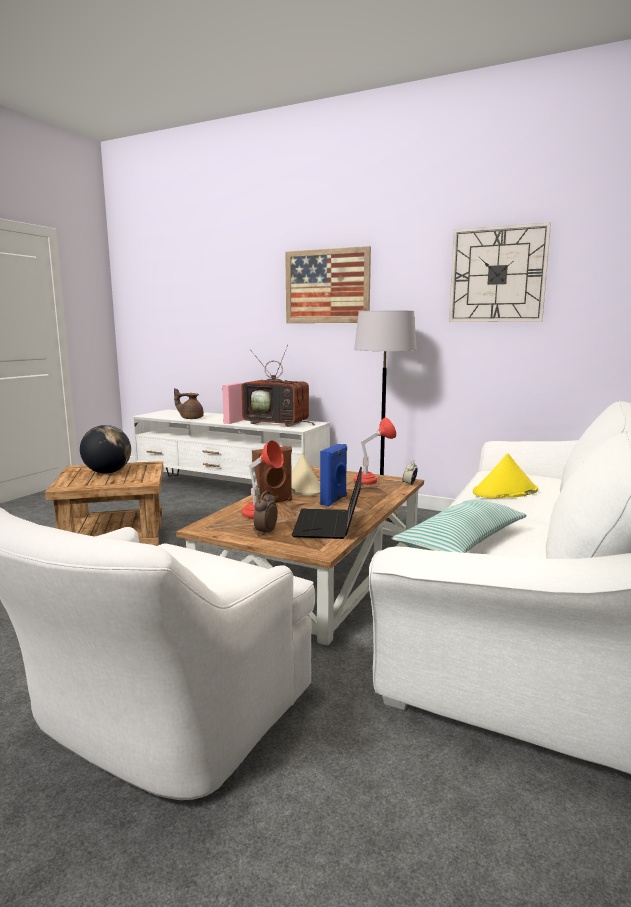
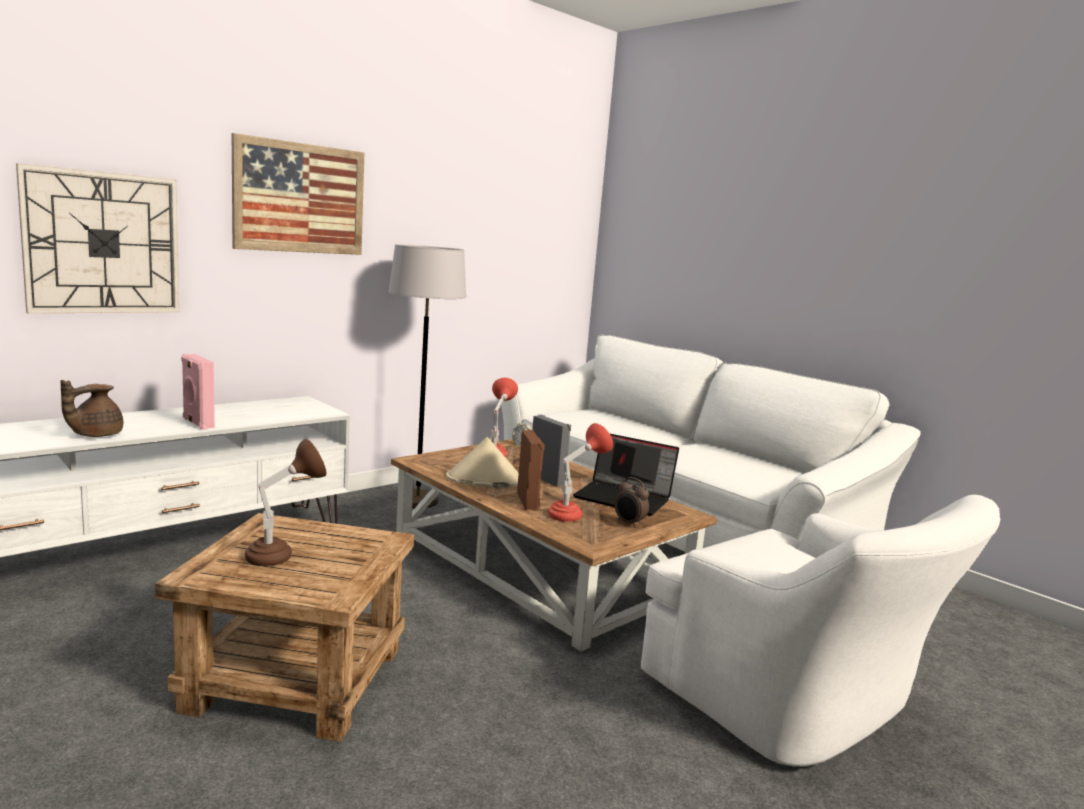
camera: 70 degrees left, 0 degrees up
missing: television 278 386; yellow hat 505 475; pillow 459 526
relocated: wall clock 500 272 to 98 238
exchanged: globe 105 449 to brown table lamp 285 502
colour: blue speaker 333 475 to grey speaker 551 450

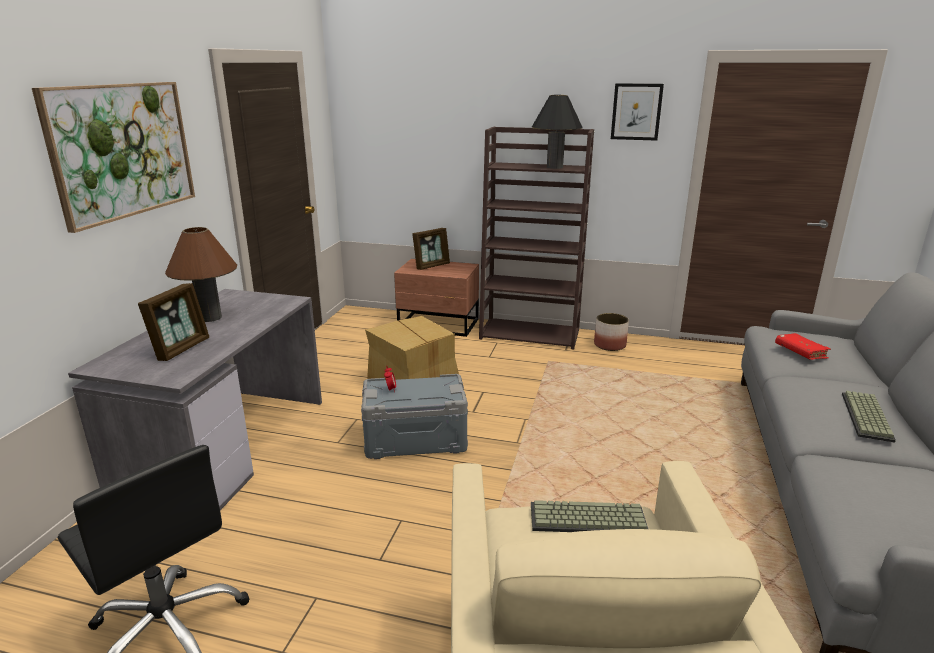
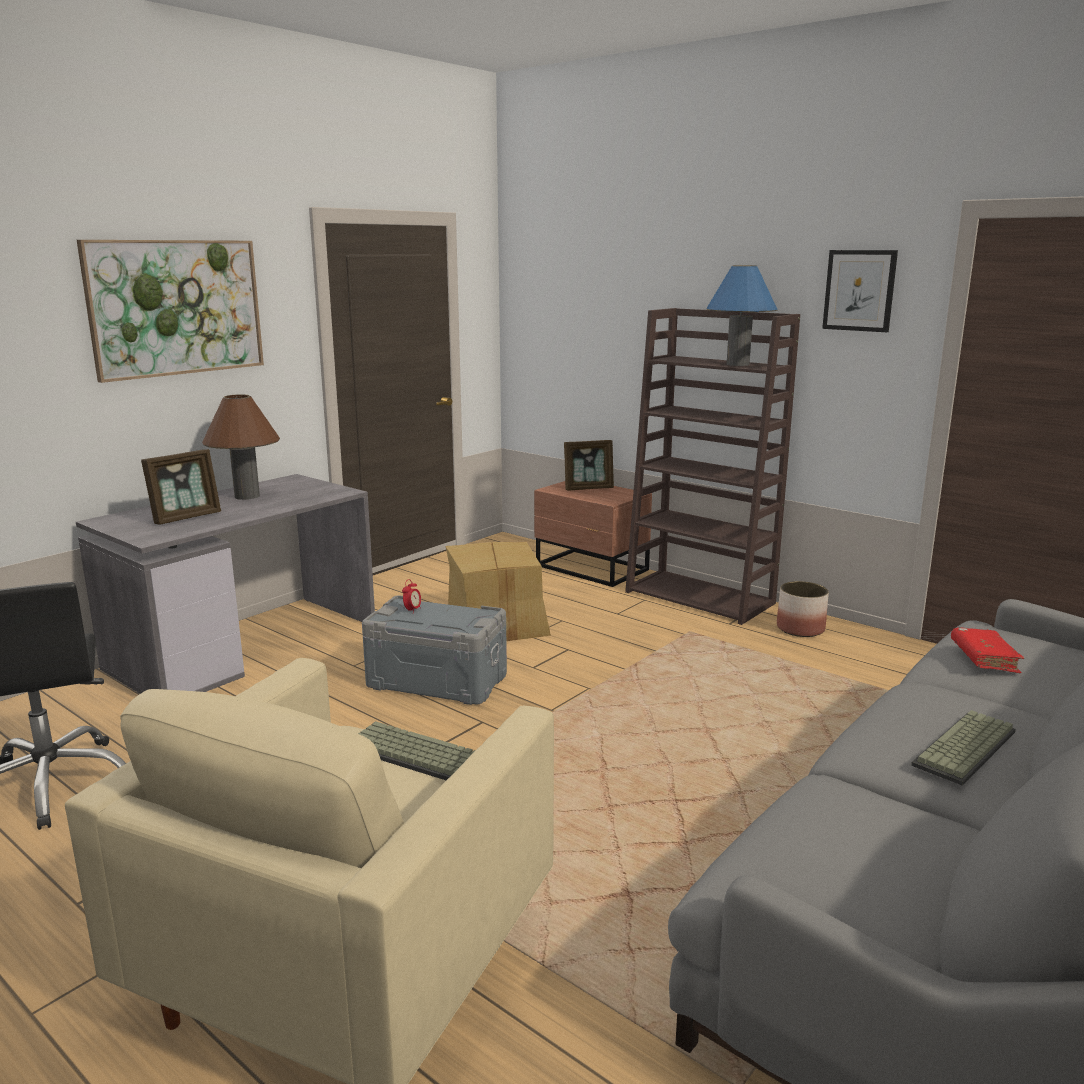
camera: 25 degrees right, 5 degrees down
colour: black table lamp 557 132 to blue table lamp 742 315

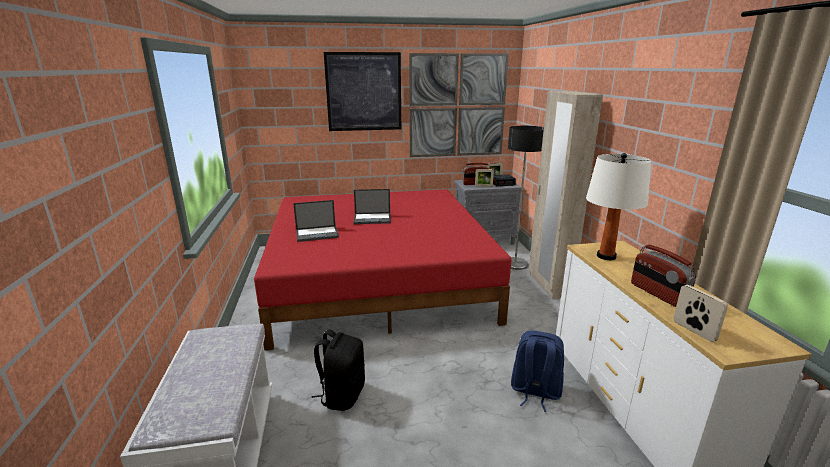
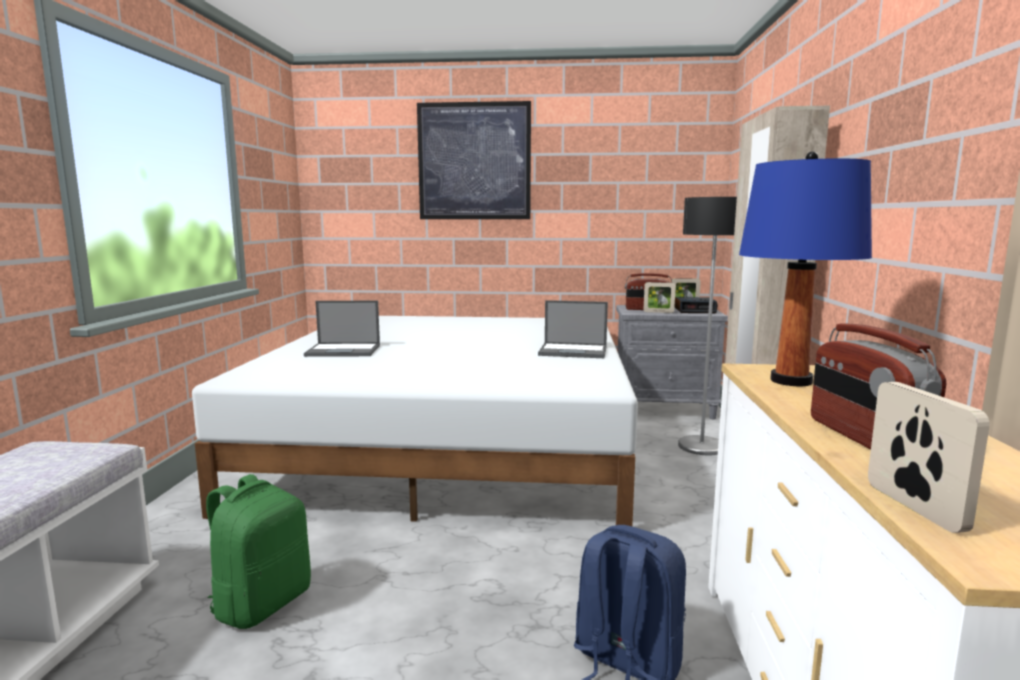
camera: 15 degrees right, 10 degrees down
missing: picture 459 105
relocated: laptop 372 206 to 573 329
colour: white table lamp 618 206 to blue table lamp 805 268; red bed 382 270 to white bed 415 421; black backpack 338 370 to green backpack 258 551

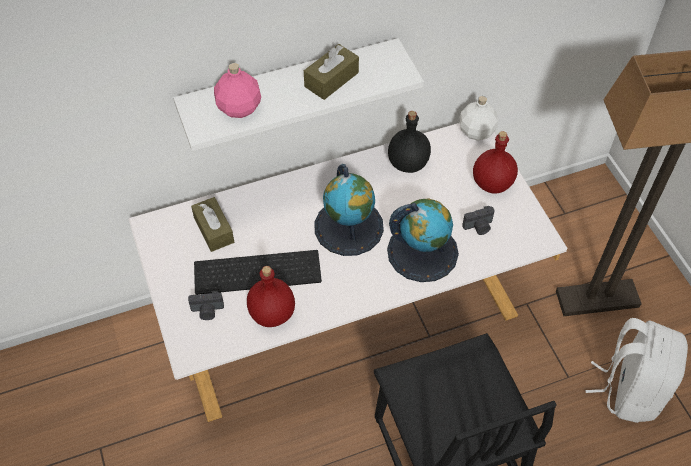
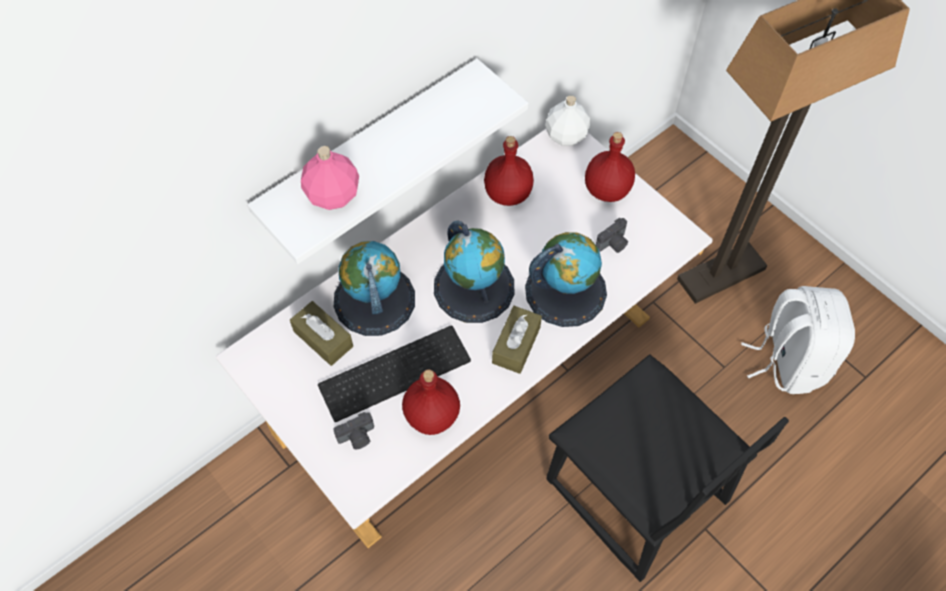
camera: 20 degrees left, 5 degrees up
appeared: globe 374 288
relocated: brown tissue box 331 72 to 517 340
colour: black bottle 409 142 to red bottle 509 171

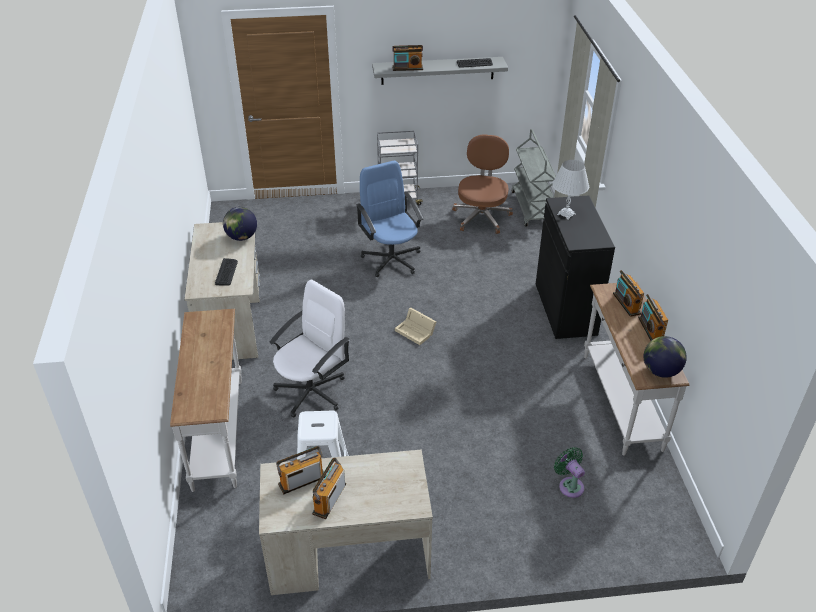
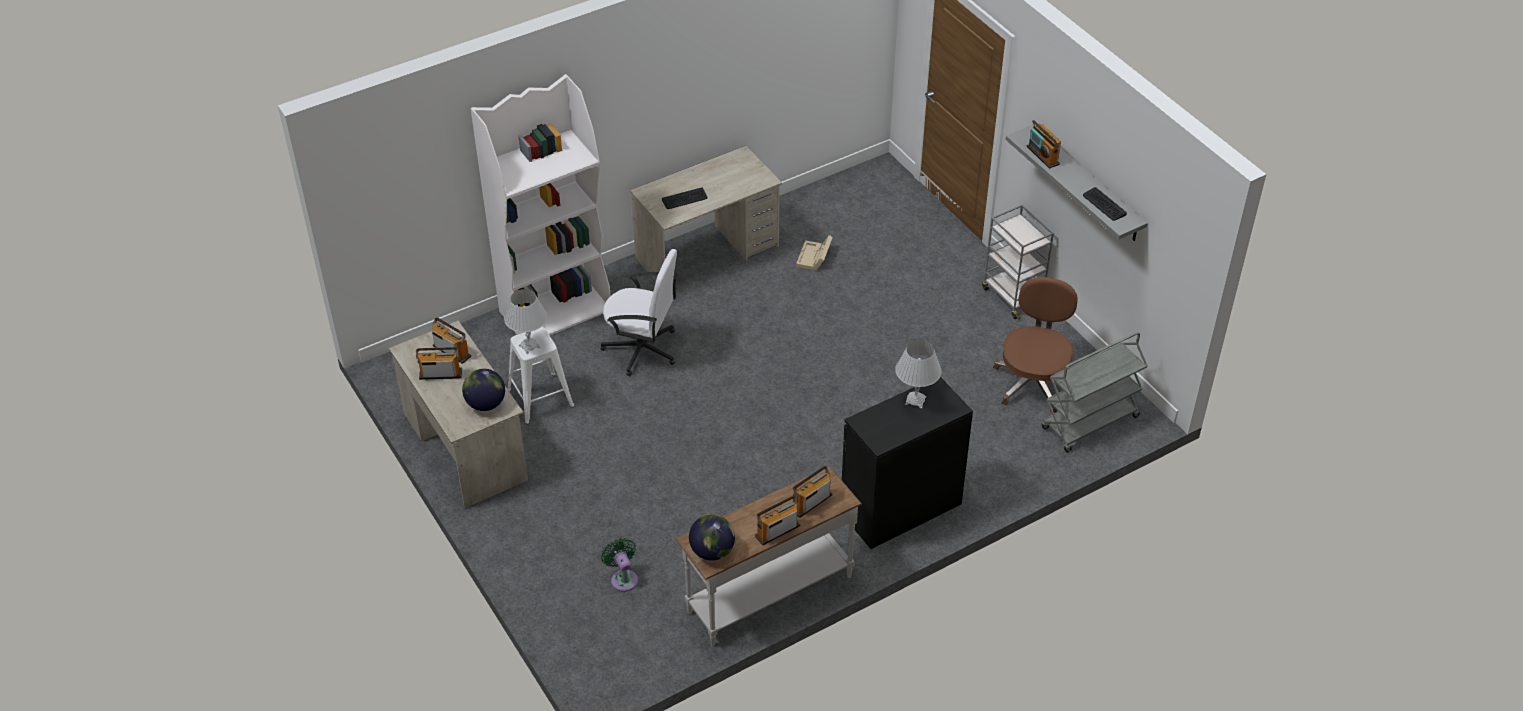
camera: 65 degrees right, 5 degrees up
missing: blue office chair 389 219
appeared: white table lamp 525 321
relocated: globe 240 224 to 483 390; beige storage box 416 326 to 814 252
exchanged: white console table 206 400 to white bookcase 541 204
spun: brown office chair 482 184 = 1035 345 60 degrees counterclockwise; green fan 569 472 = 619 565 60 degrees counterclockwise

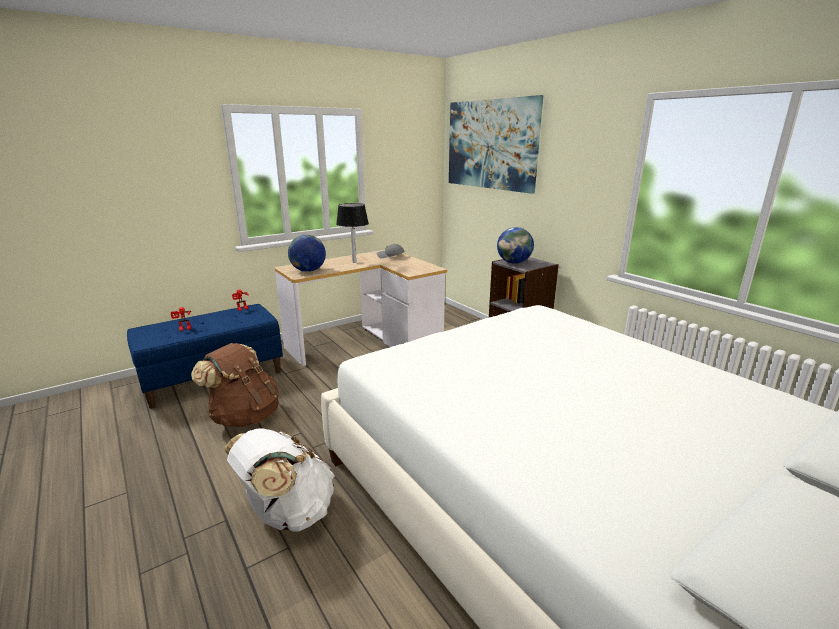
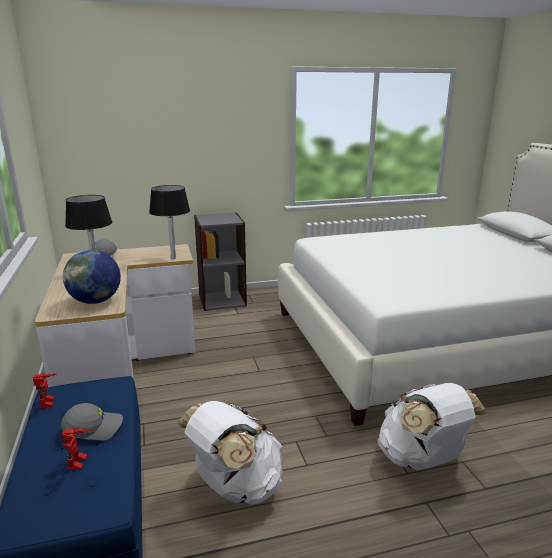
camera: 70 degrees left, 0 degrees up
missing: picture 496 144; globe 515 245
appeared: black table lamp 169 222; grey cap 92 422
colour: brown backpack 235 385 to white backpack 230 453

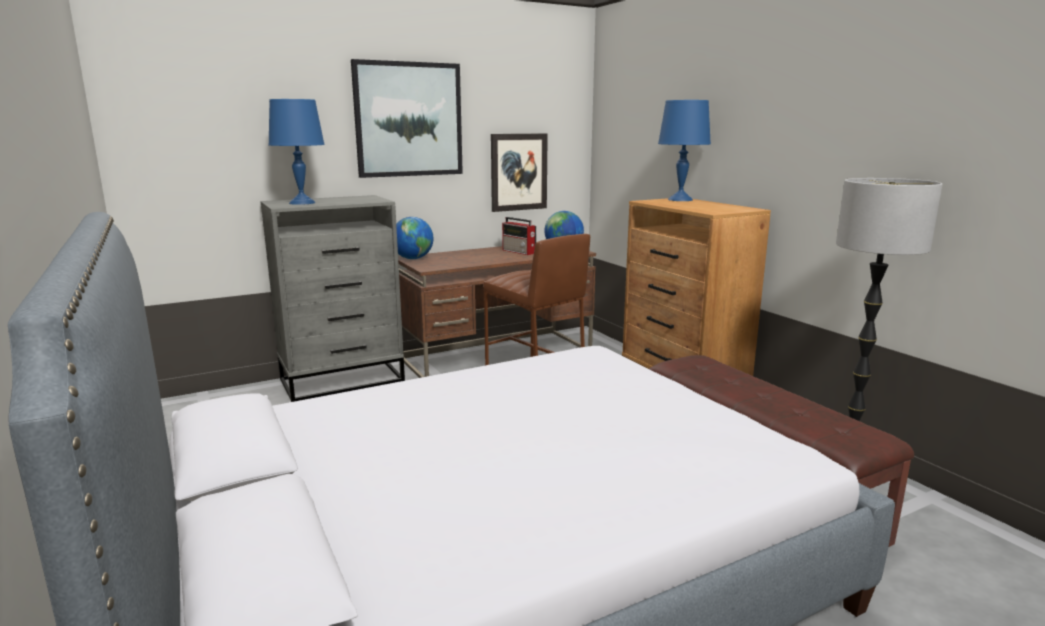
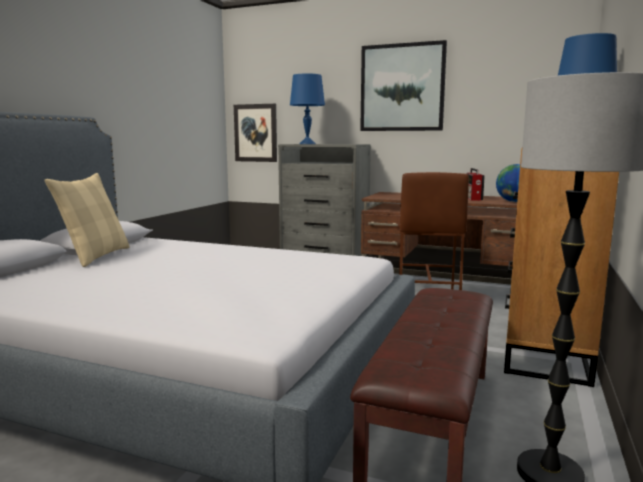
camera: 50 degrees right, 5 degrees down
missing: globe 414 238
appeared: beige pillow 87 220
relocated: picture 519 172 to 255 133

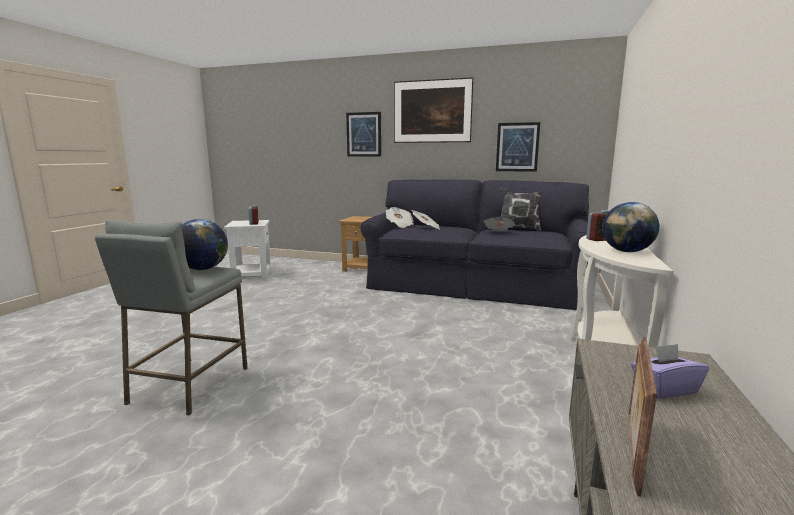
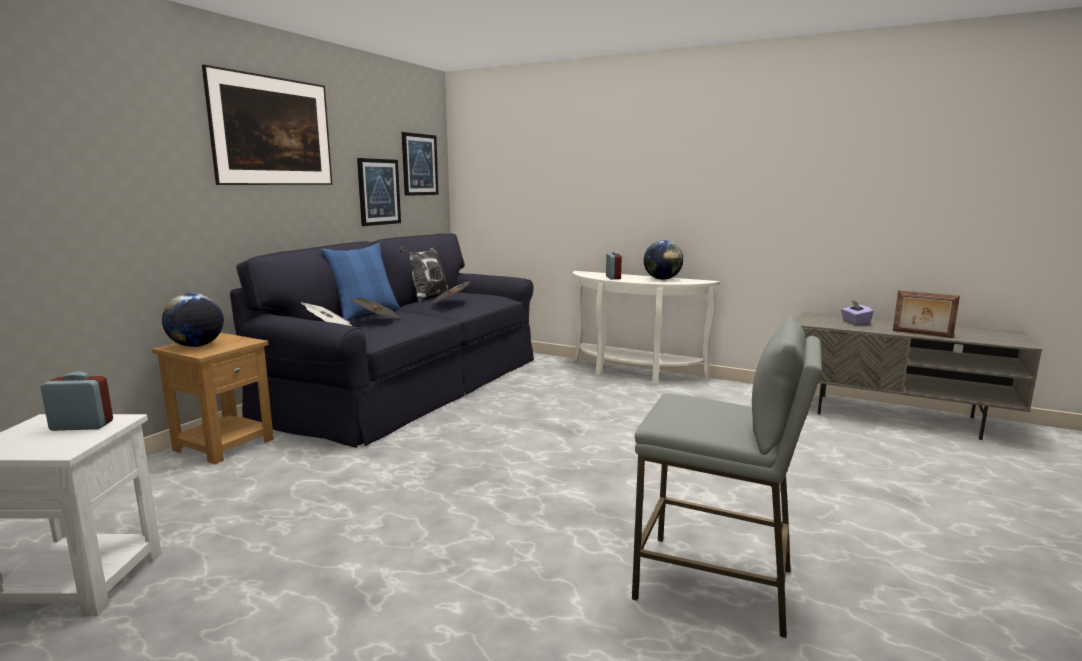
camera: 80 degrees left, 0 degrees up
appeared: blue pillow 360 282
relocated: picture 363 134 to 420 164; globe 204 244 to 193 320

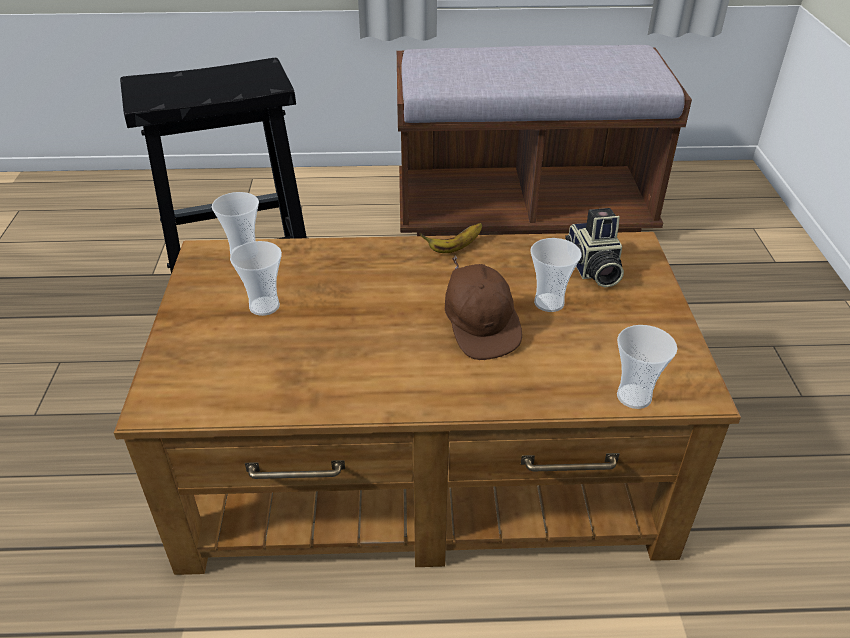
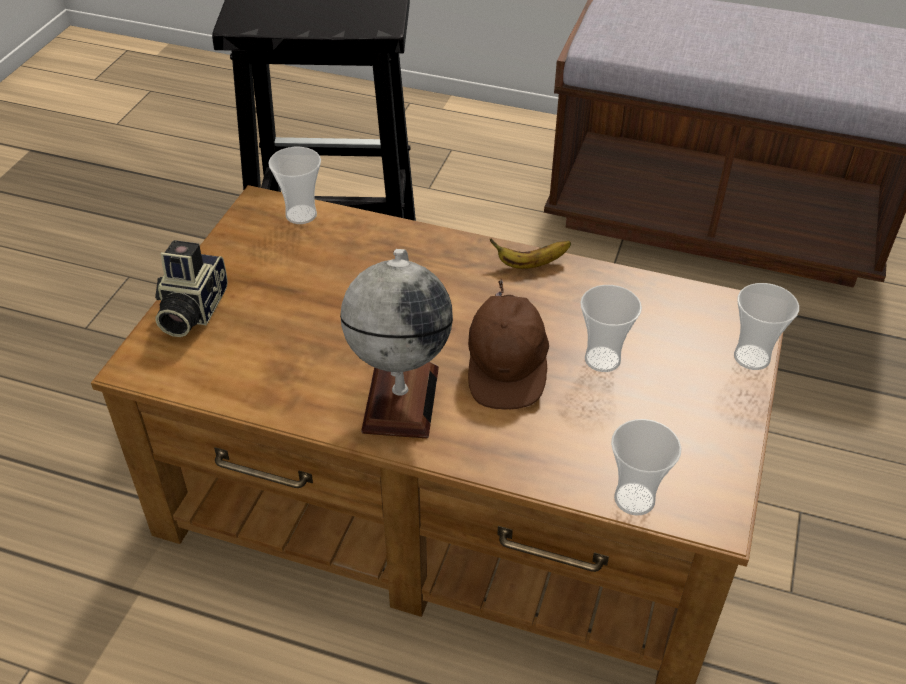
camera: 20 degrees right, 5 degrees up
appeared: globe 396 343
relocated: photo camera 594 248 to 191 288; cup 256 278 to 766 326

